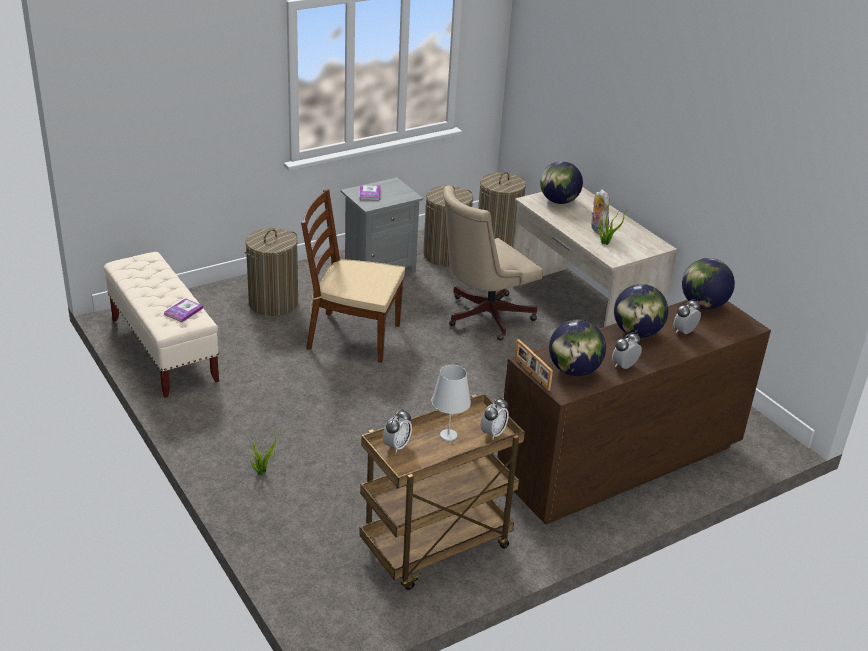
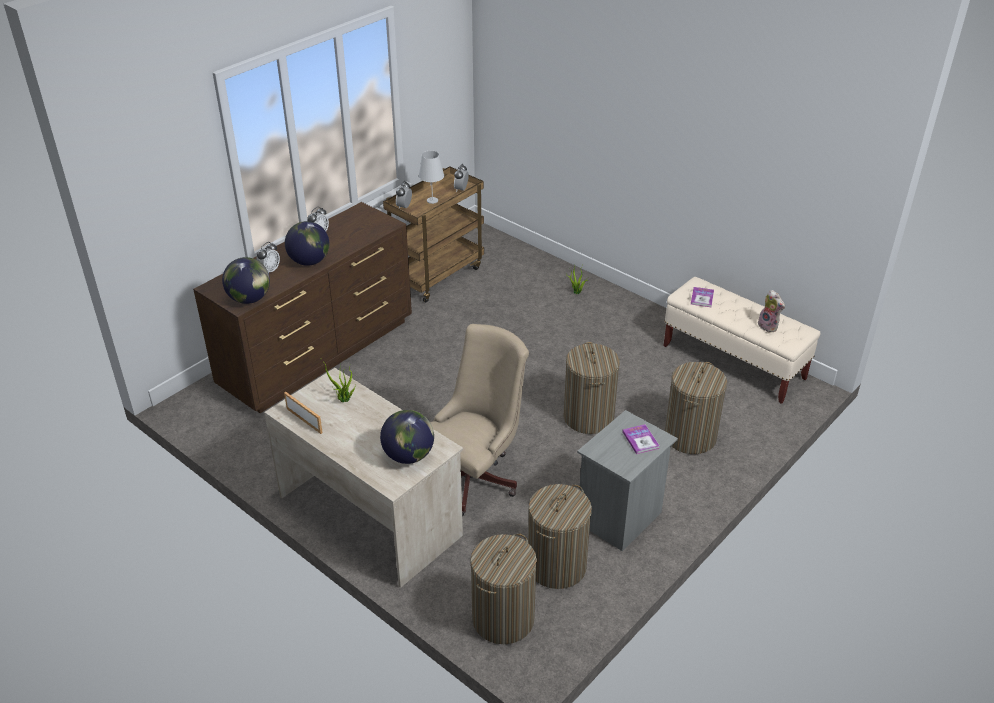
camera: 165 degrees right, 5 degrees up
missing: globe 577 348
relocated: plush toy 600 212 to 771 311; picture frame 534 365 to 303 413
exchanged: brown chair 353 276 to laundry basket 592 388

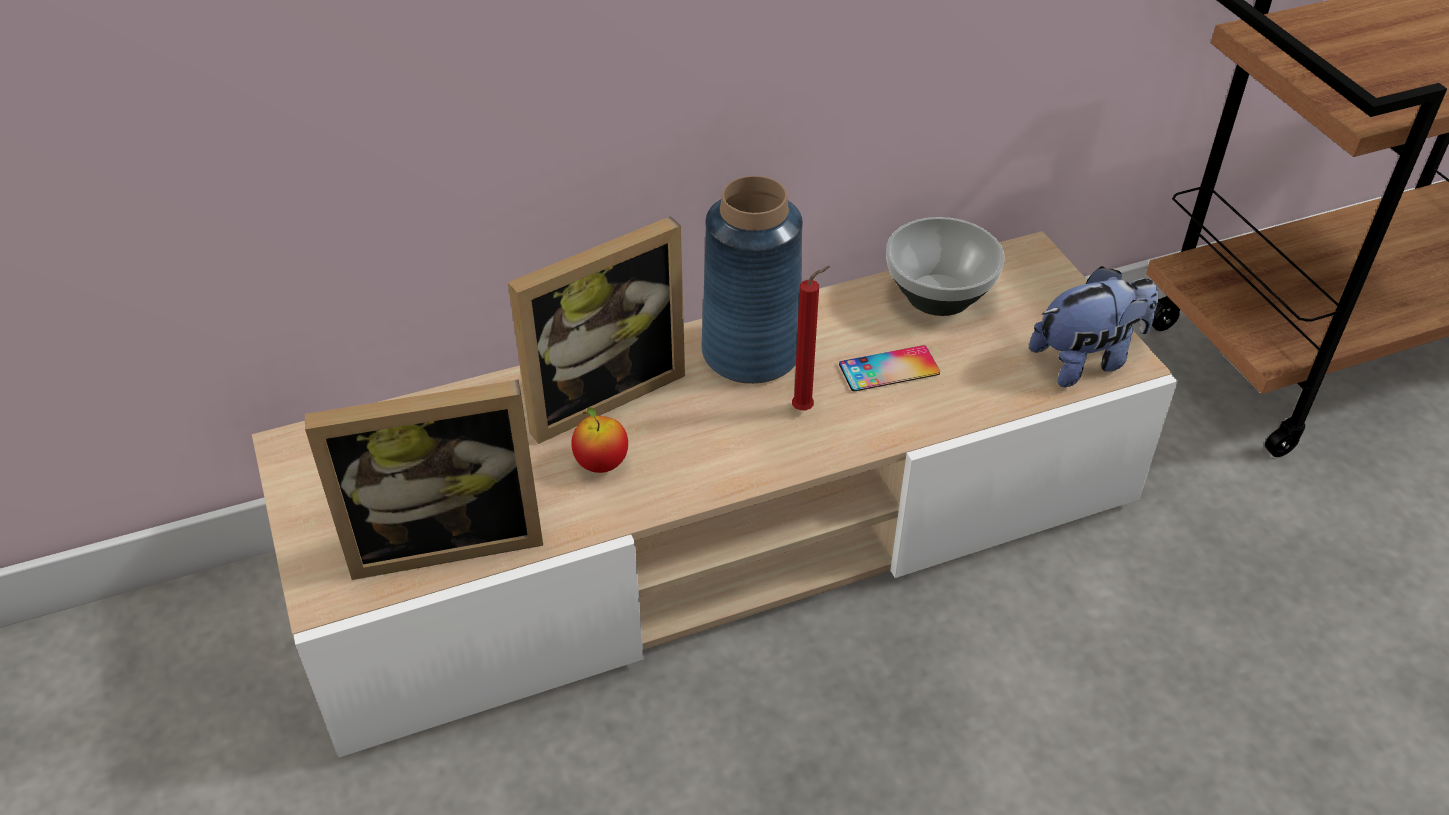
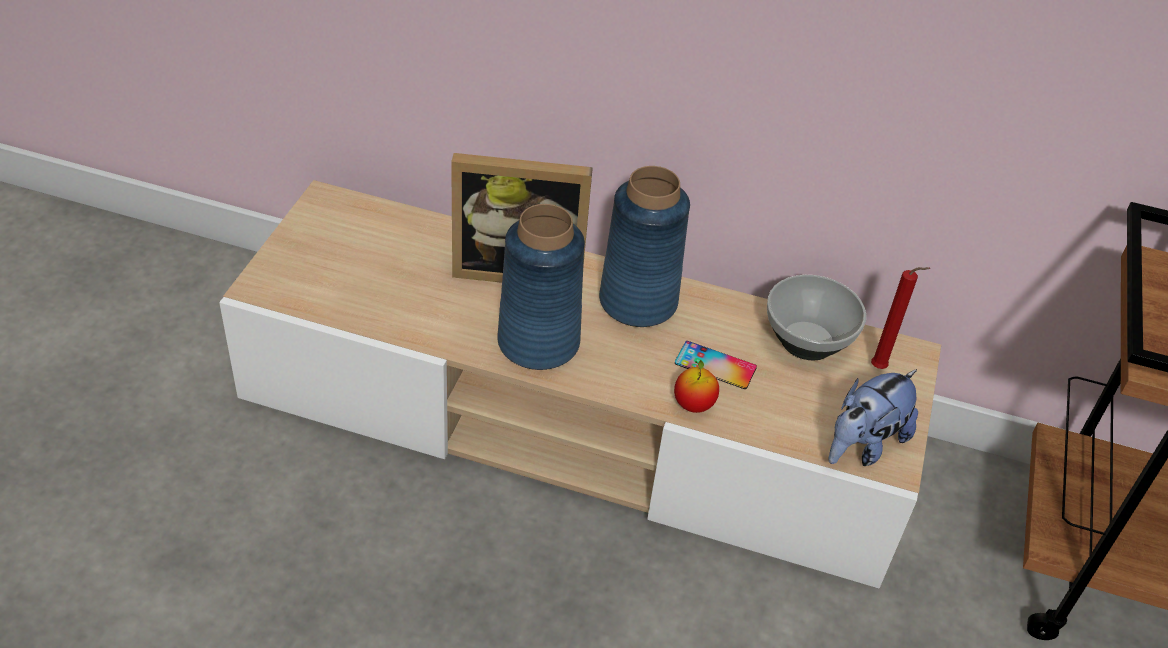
camera: 35 degrees right, 0 degrees up
missing: picture frame 424 480
appeared: blue vase 541 287
relocated: red candle 811 338 to 900 318; apple 599 440 to 696 386
spun: plush toy 1093 326 = 873 417 120 degrees clockwise

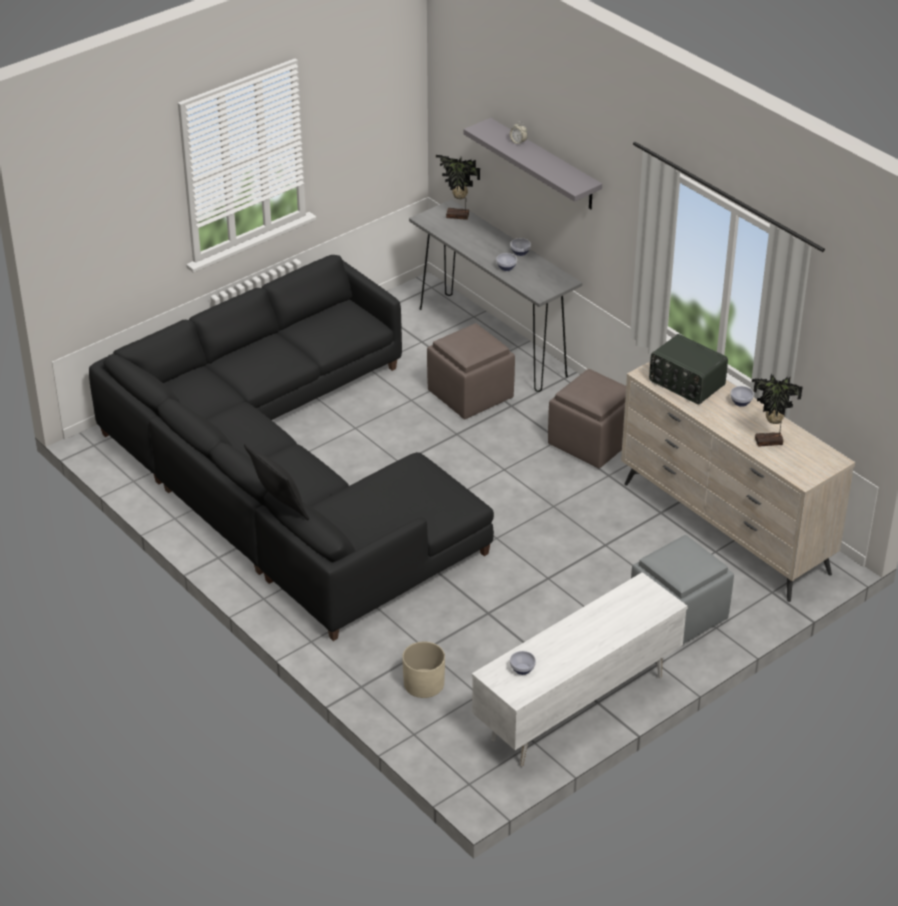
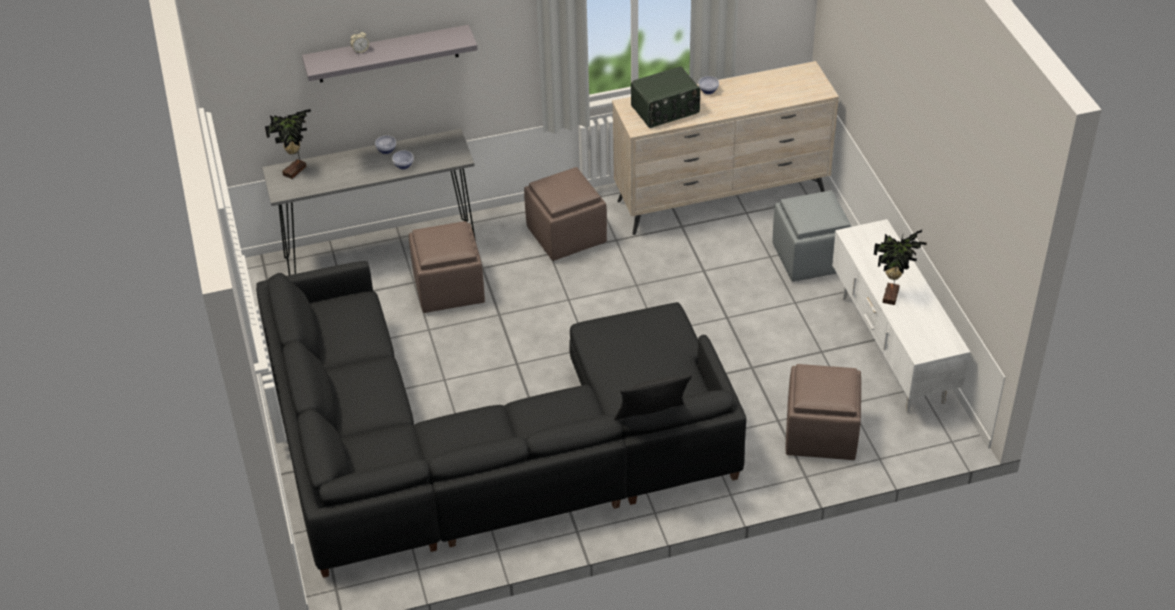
camera: 65 degrees left, 5 degrees up
missing: bowl 523 663
relocated: potted plant 777 410 to 900 267
exchanged: beige planter 423 670 to brown ottoman 823 412

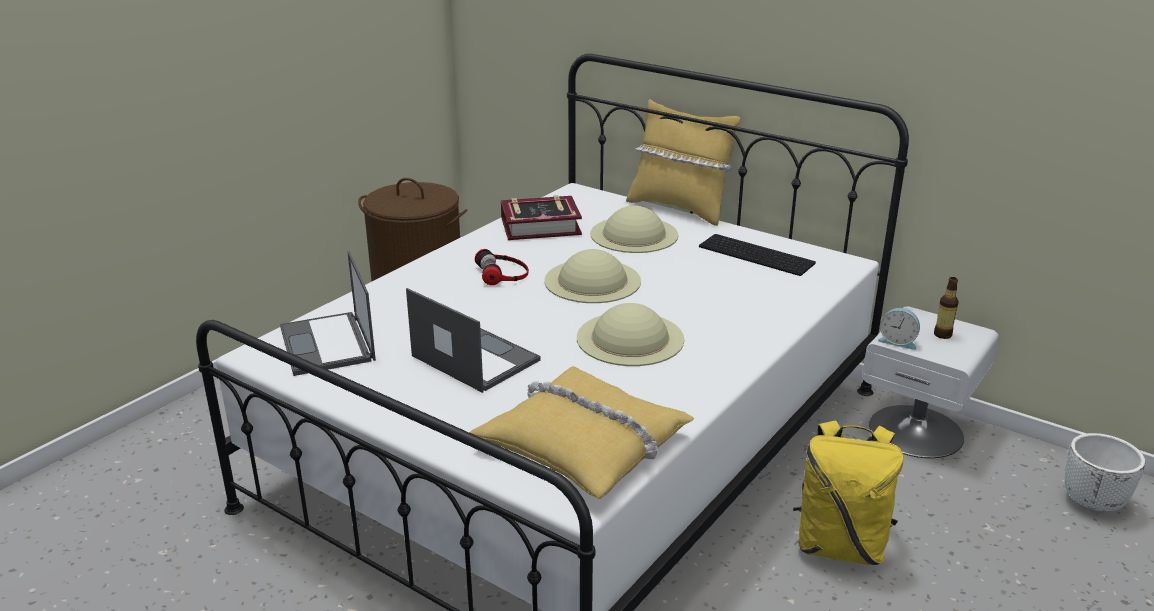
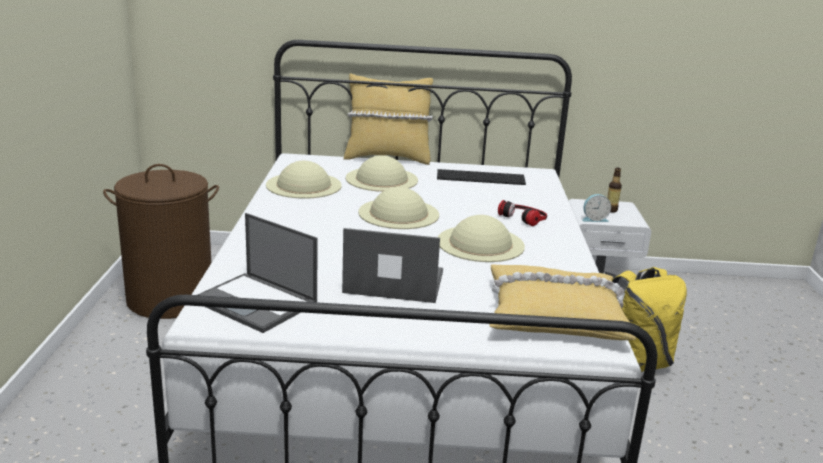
camera: 35 degrees left, 5 degrees down
missing: white planter 1105 473
relocated: headphones 502 267 to 522 213
exchanged: book 541 217 to beige hat 304 180

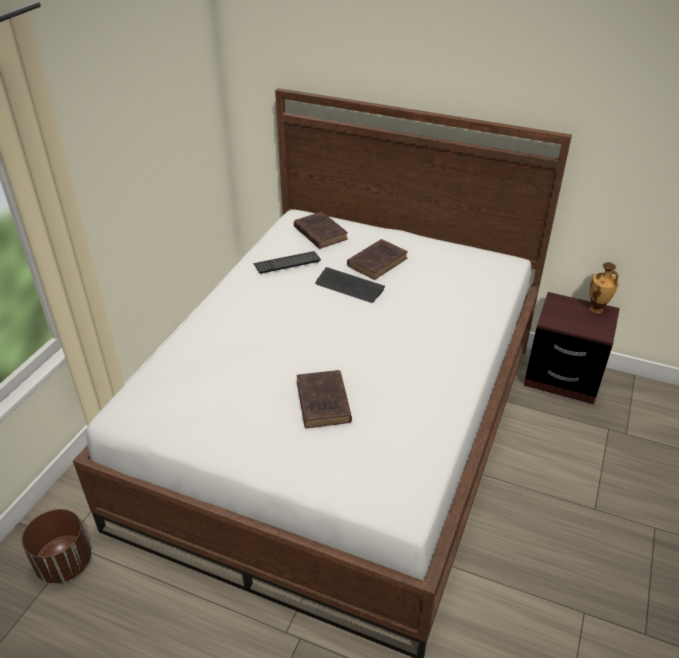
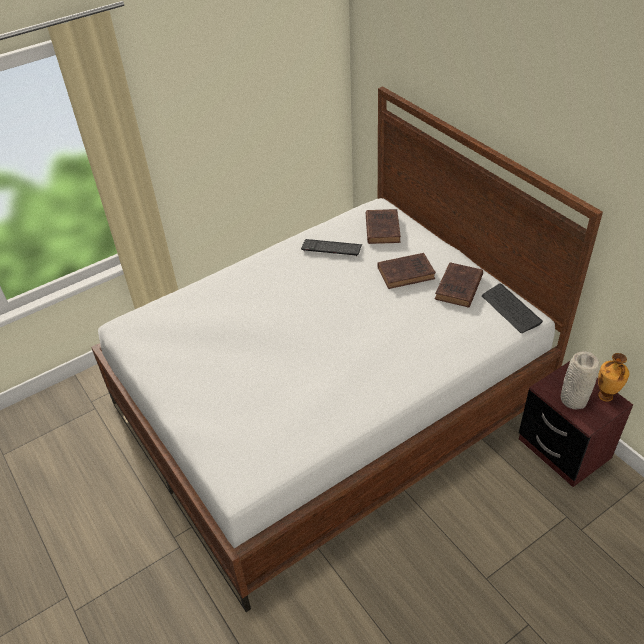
camera: 35 degrees right, 5 degrees up
missing: brown planter 56 546
appeared: grey vase 580 380
relocated: keyboard 350 285 to 512 308; brown book 324 399 to 459 284

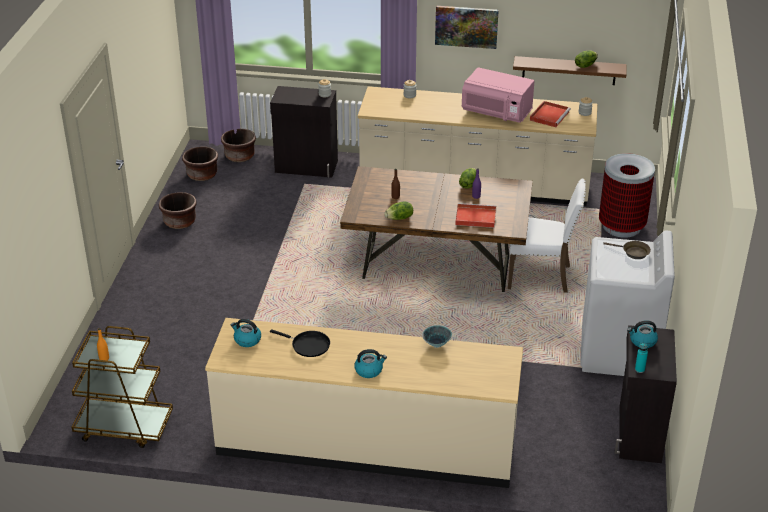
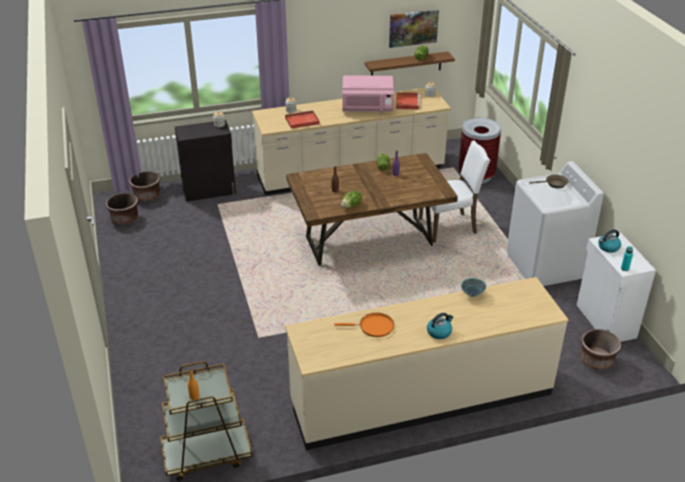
camera: 25 degrees left, 0 degrees up
missing: kettle 246 333
relocated: picture 467 27 to 414 28; brown planter 178 210 to 601 349; red tray 475 215 to 302 119
colour: black cabinet 646 394 to white cabinet 616 287; black frying pan 300 343 to orange frying pan 364 325

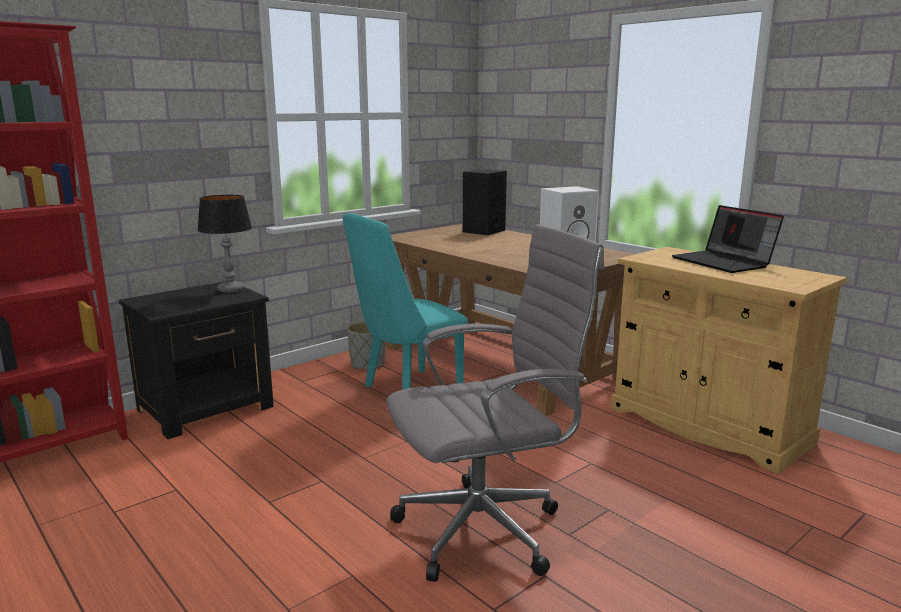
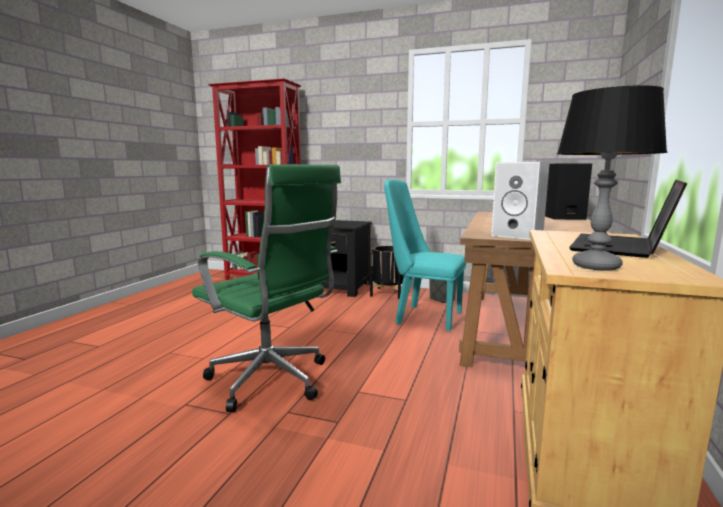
camera: 60 degrees right, 5 degrees down
appeared: black planter 387 272
relocated: table lamp 224 244 to 612 178
colour: grey office chair 495 403 to green office chair 266 288

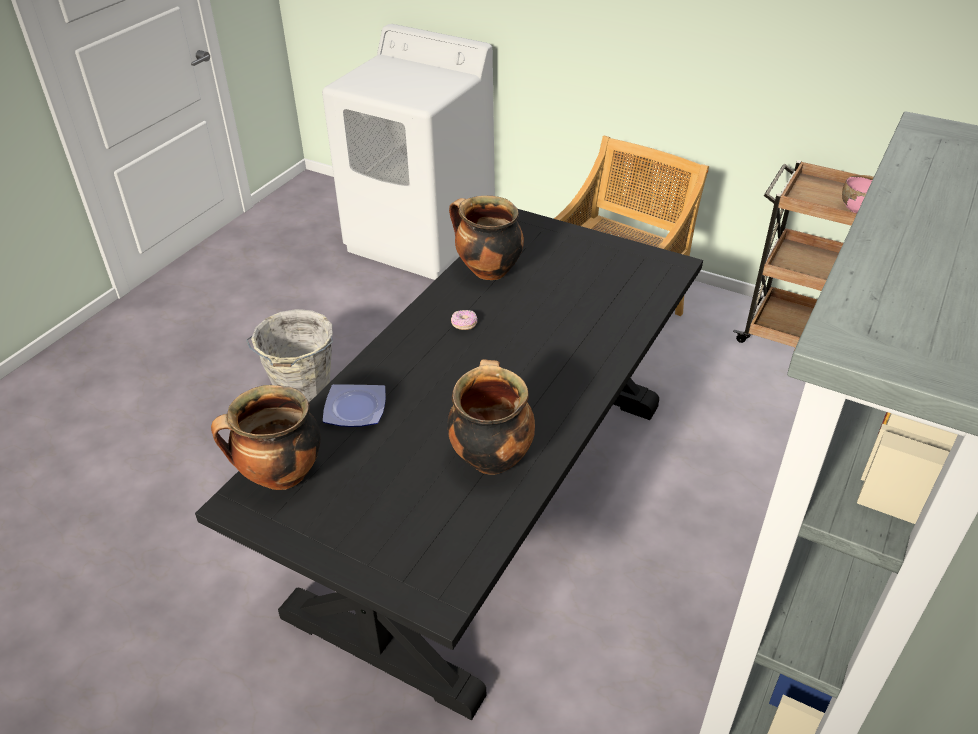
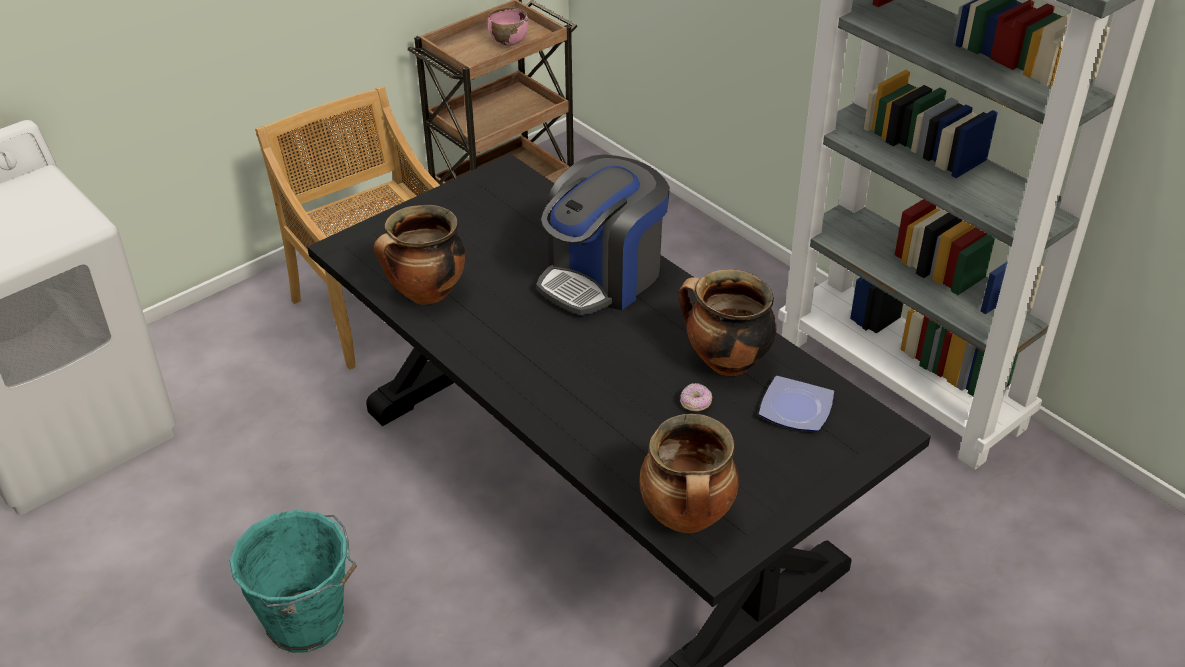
camera: 70 degrees left, 0 degrees up
appeared: coffee machine 603 234
relocated: donut 464 320 to 696 397; plate 354 405 to 796 403
colour: grey bucket 289 355 to turquoise bucket 293 581

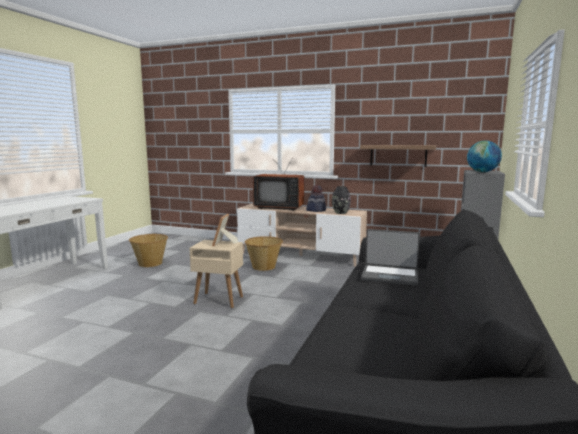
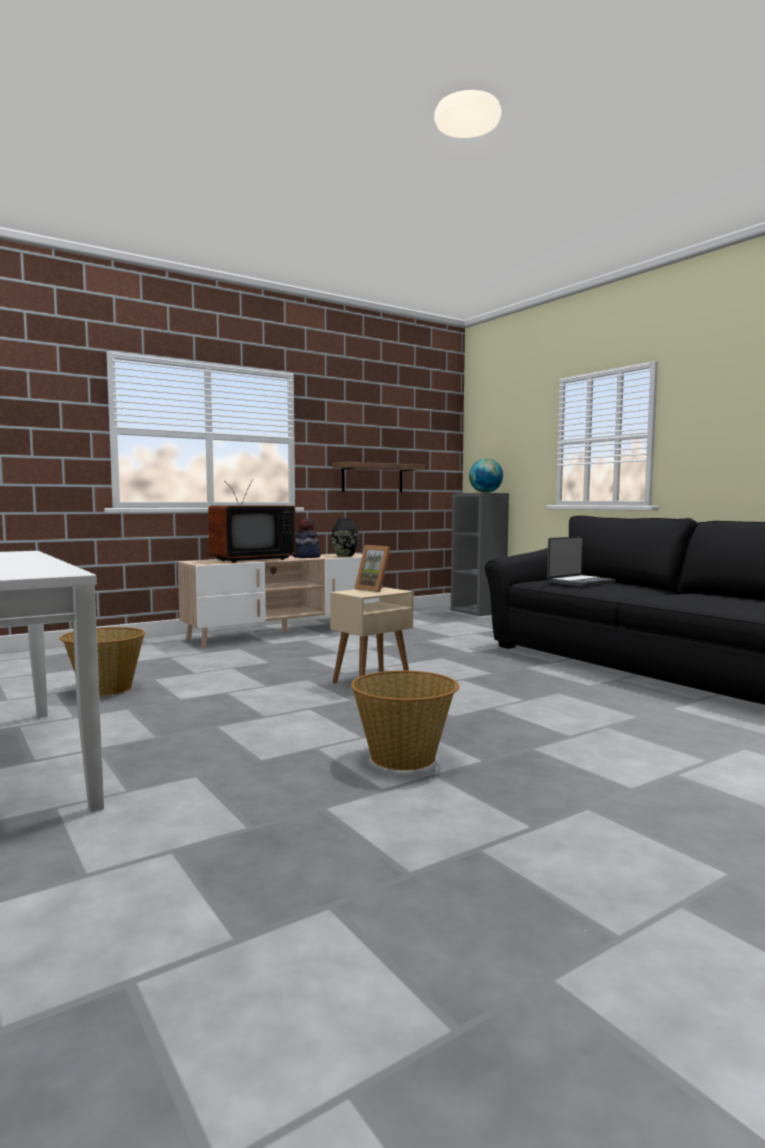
camera: 55 degrees left, 5 degrees down
relocated: basket 264 253 to 405 721

